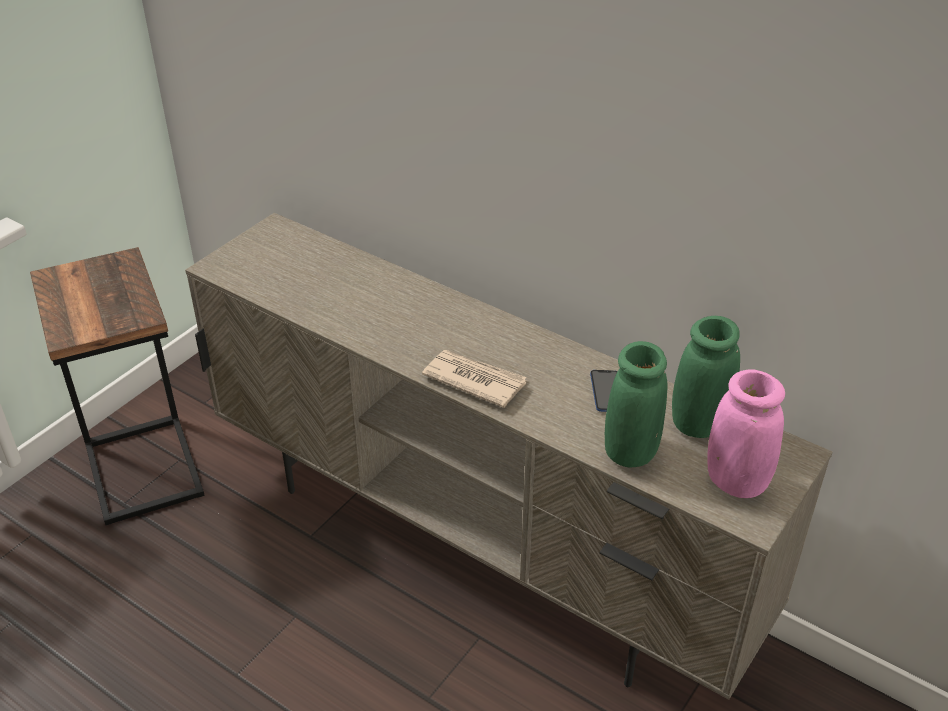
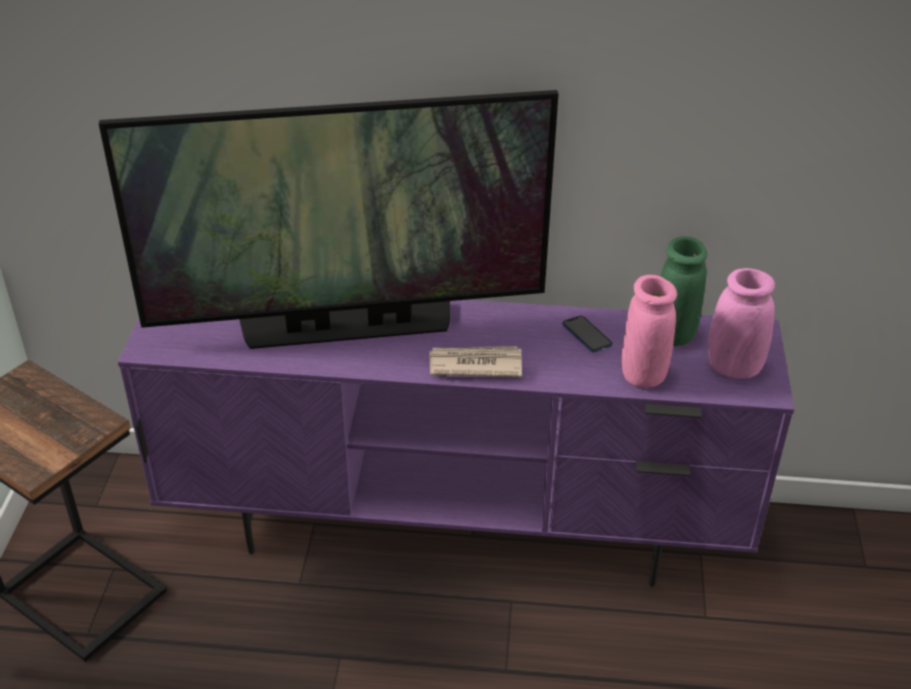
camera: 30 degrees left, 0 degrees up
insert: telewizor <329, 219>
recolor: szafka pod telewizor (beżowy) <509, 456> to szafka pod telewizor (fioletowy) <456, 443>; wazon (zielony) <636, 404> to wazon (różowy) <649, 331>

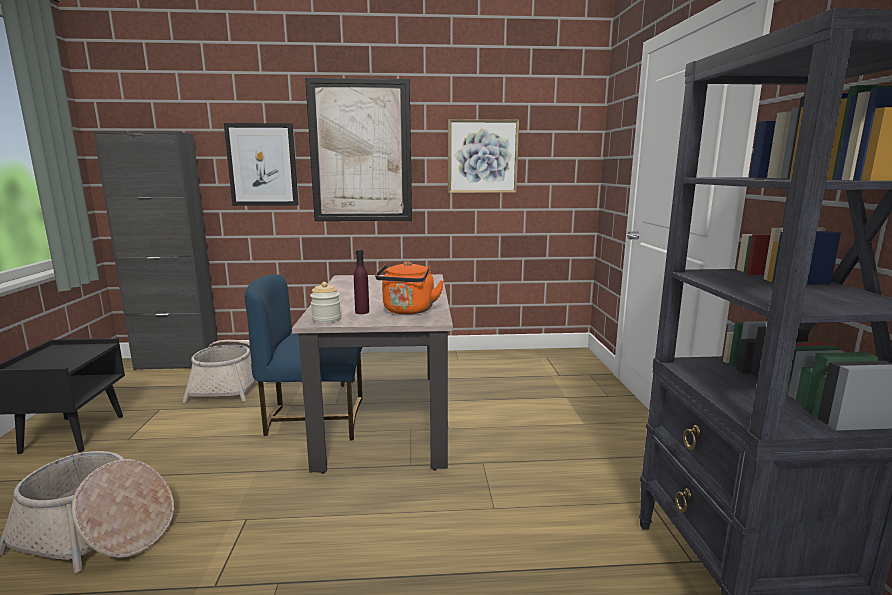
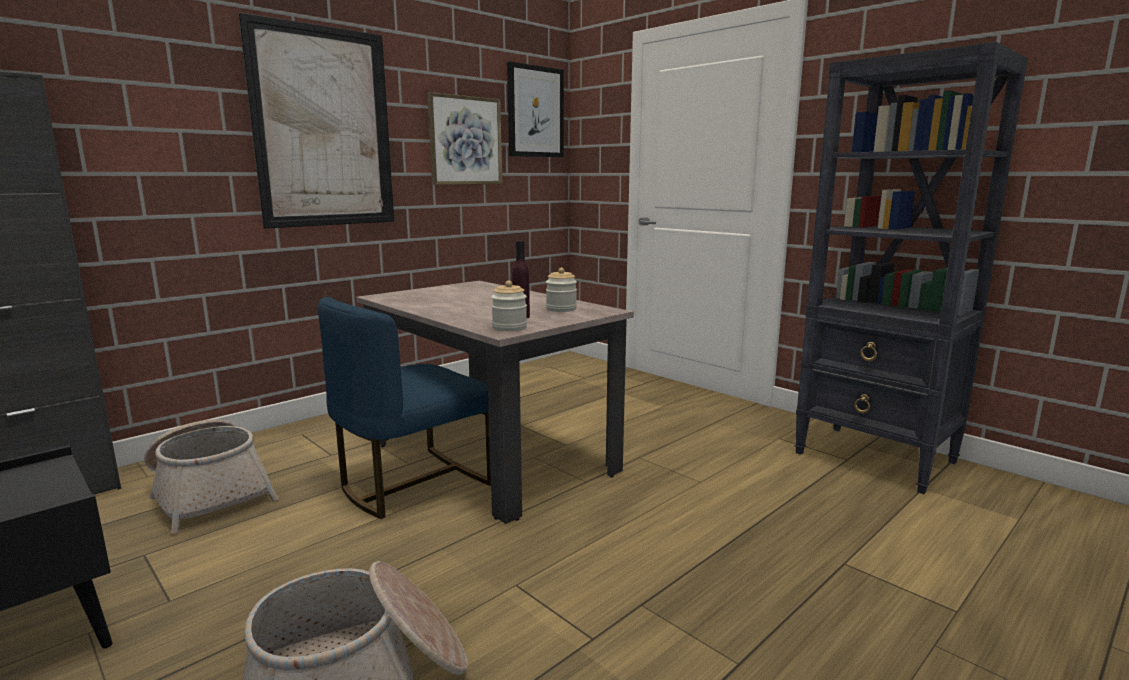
camera: 40 degrees left, 0 degrees up
move: obraz <261, 164> to <535, 109>
replace: czajnik (pomarańczowy) <409, 288> to słoik <561, 290>

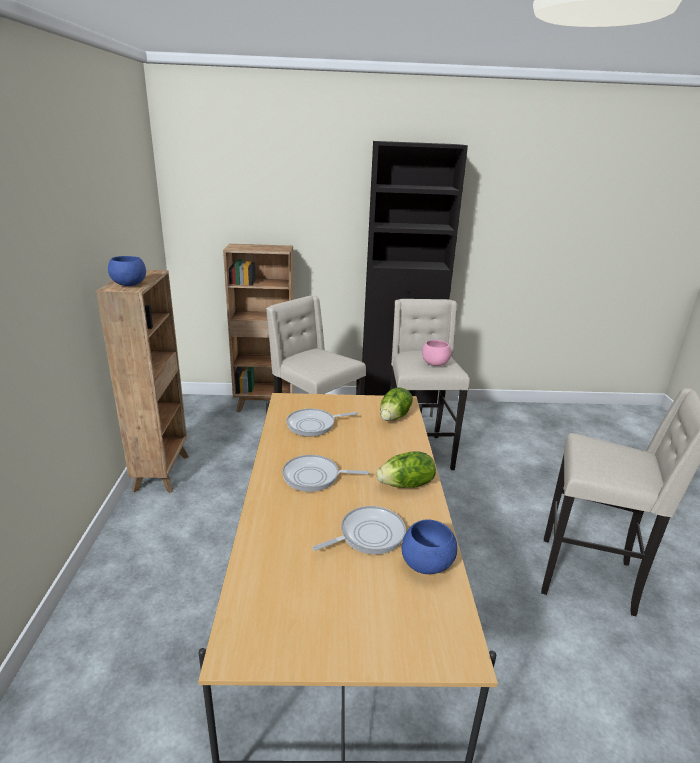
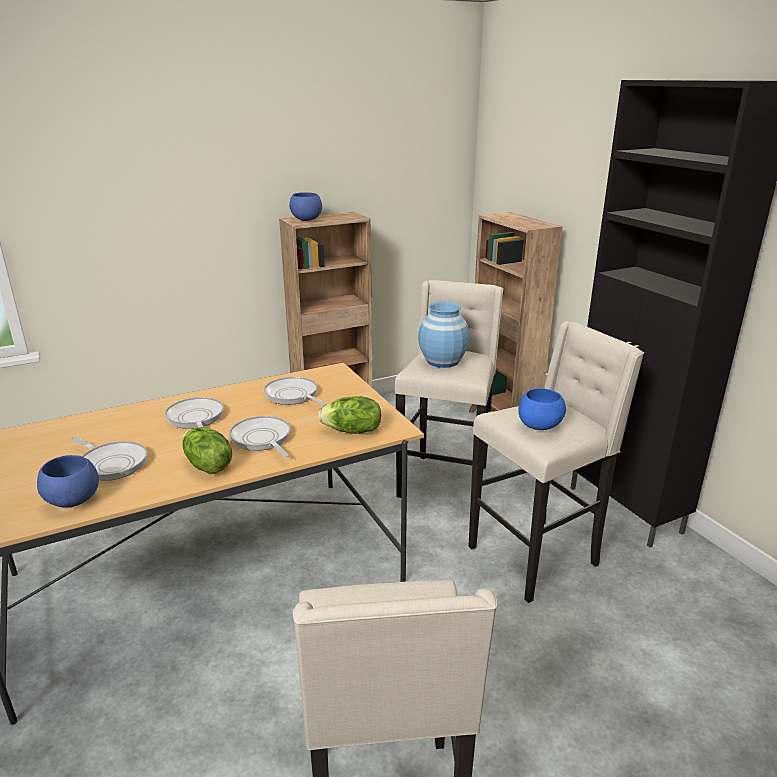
camera: 65 degrees right, 0 degrees up
insert: patelnia <260, 437>; wazon (niebieski) <443, 335>
recolor: miska (różowy) <436, 353> to miska (niebieski) <542, 409>

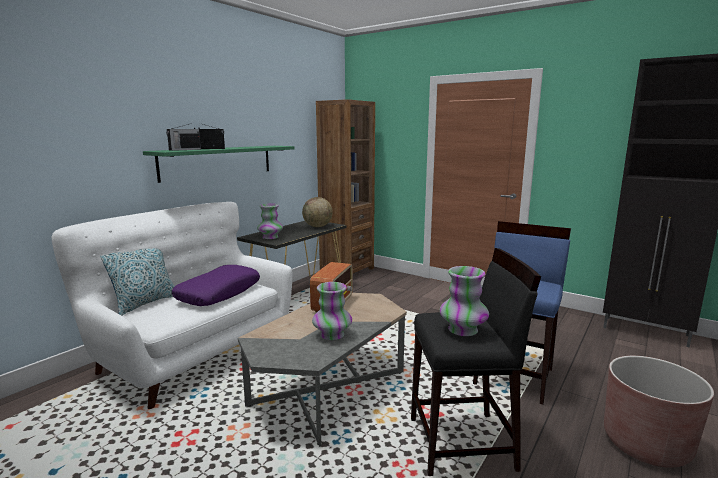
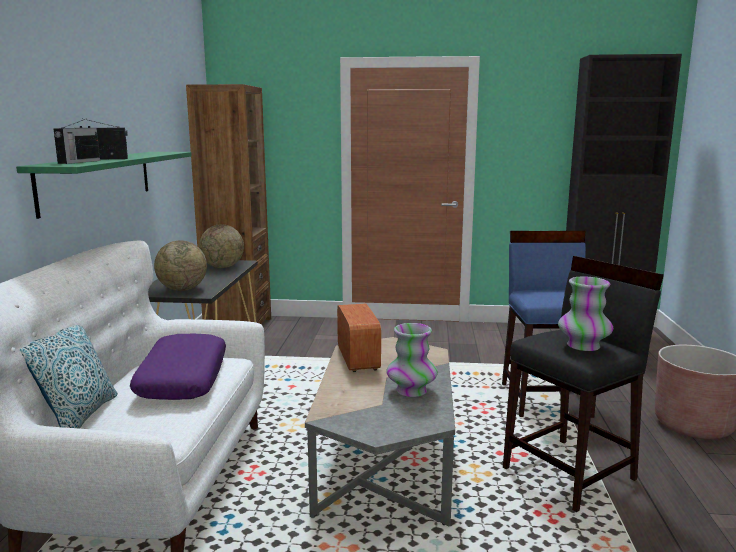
camera: 30 degrees left, 0 degrees up
replace: wazon <270, 221> to globus <180, 265>

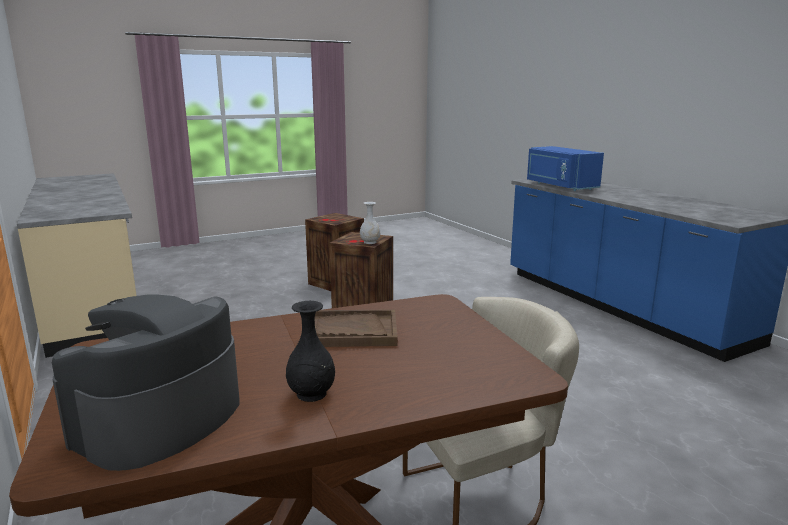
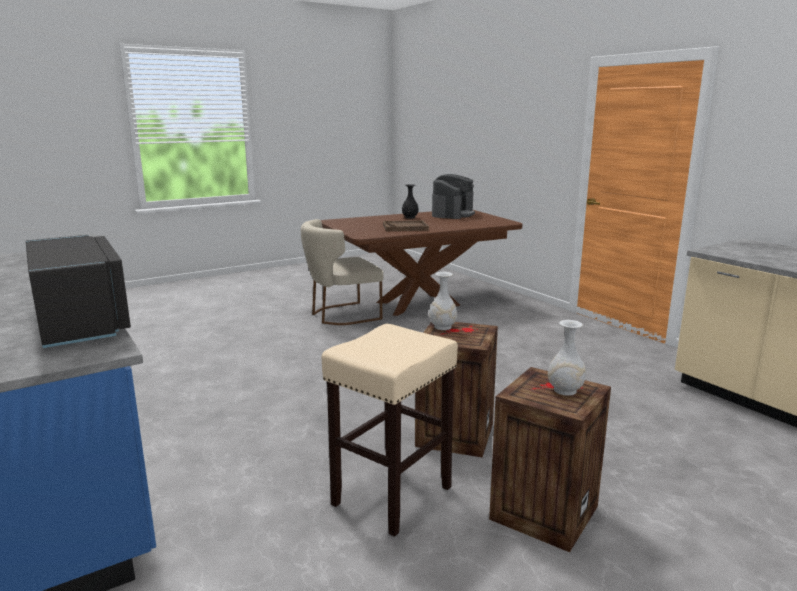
camera: 175 degrees right, 0 degrees up
insert: stołek (beżowy) <389, 430>; wazon (biały) <567, 358>
recolor: mikrofalówka (niebieski) <565, 168> to mikrofalówka (czarny) <78, 291>

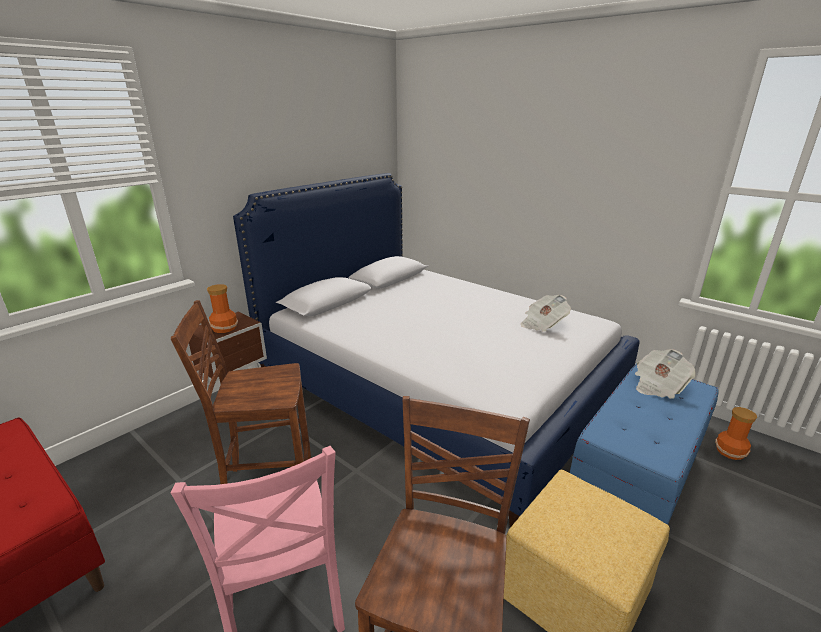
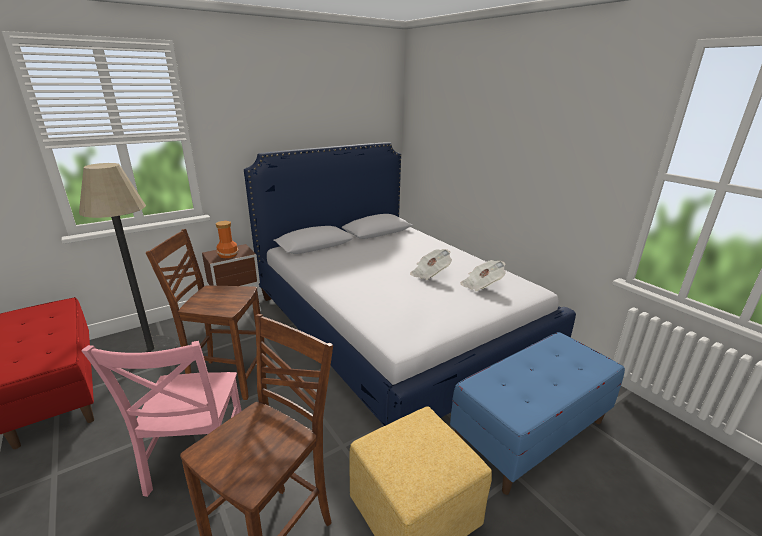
camera: 15 degrees right, 0 degrees up
delete: wazon <736, 433>
insert: lampa stojąca <128, 258>
move: gazeta <665, 374> to <431, 264>

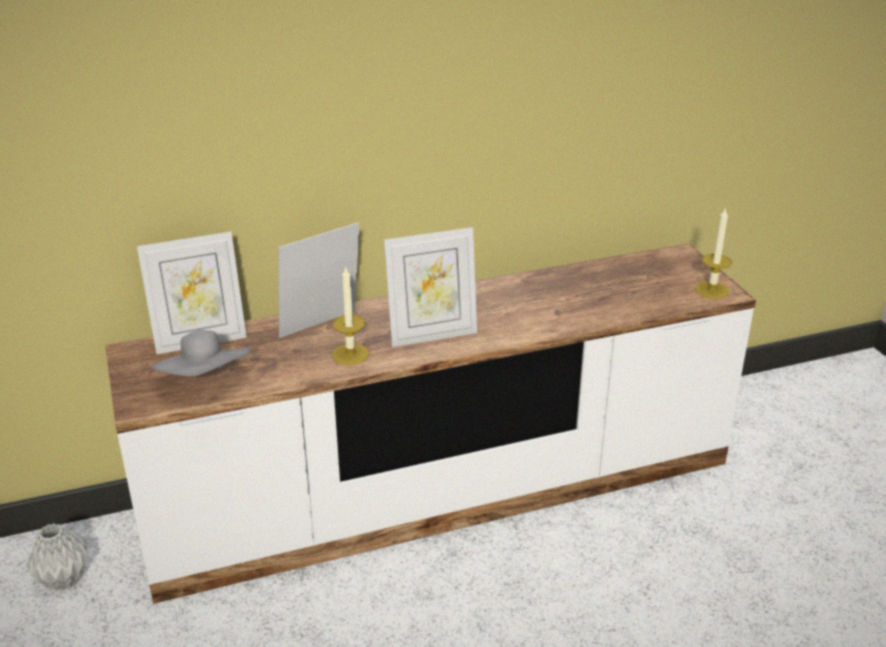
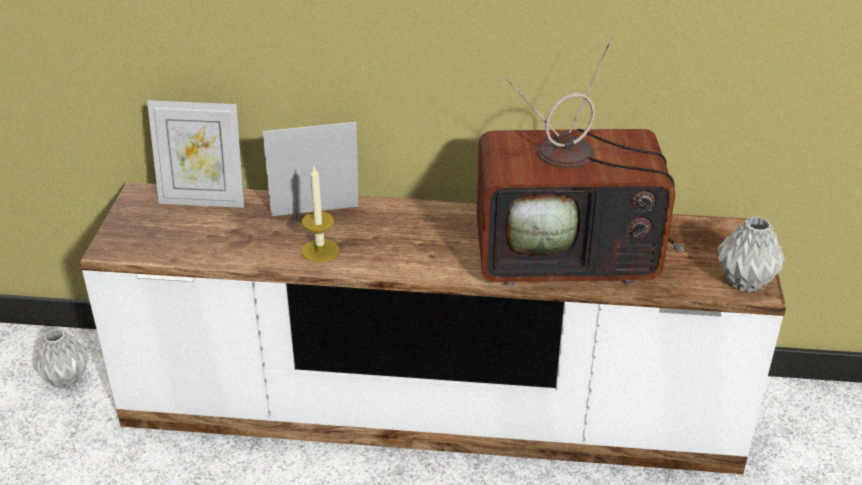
camera: 25 degrees right, 5 degrees up
delete: kapelusz (szary) <201, 353>; ramka na zdjęcie <430, 287>
insert: telewizor <580, 161>
replace: świeca <713, 253> to wazon (szary) <751, 254>

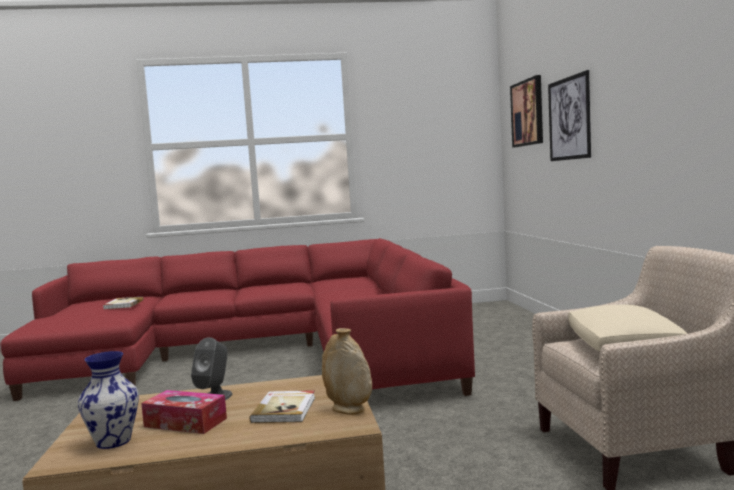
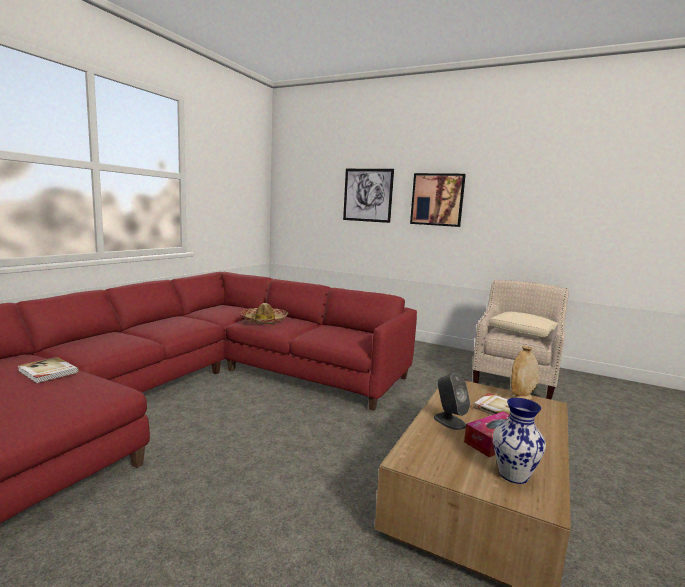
camera: 55 degrees left, 5 degrees up
insert: kapelusz <264, 313>
move: obraz <526, 111> to <438, 200>

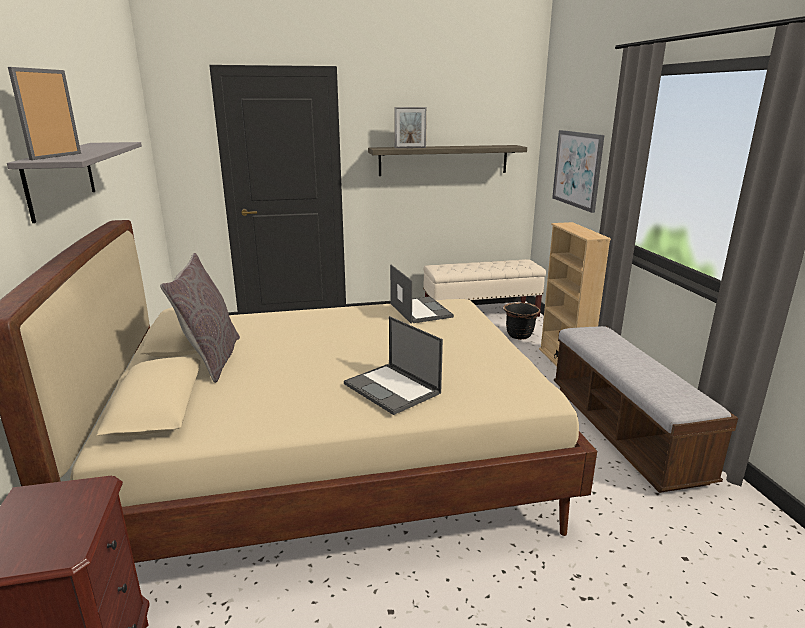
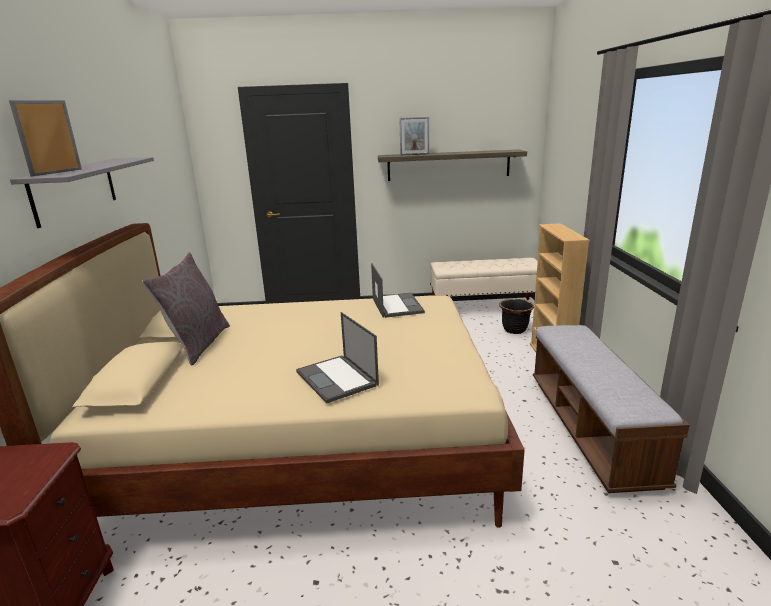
camera: 10 degrees right, 0 degrees up
delete: obraz <578, 171>

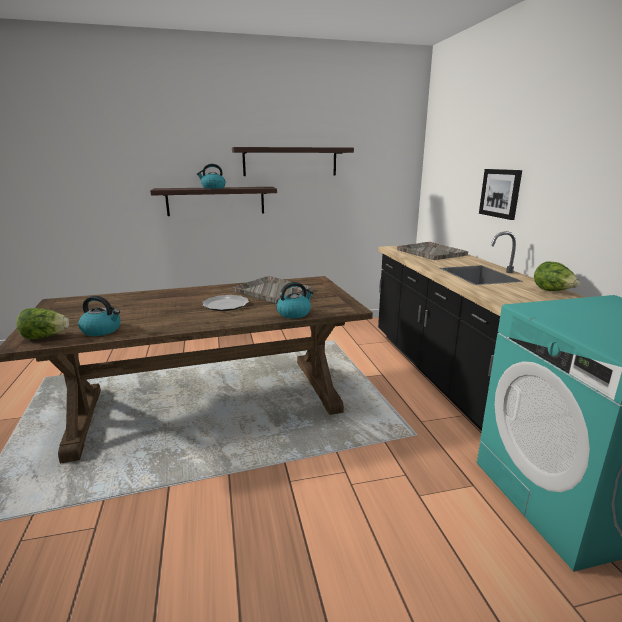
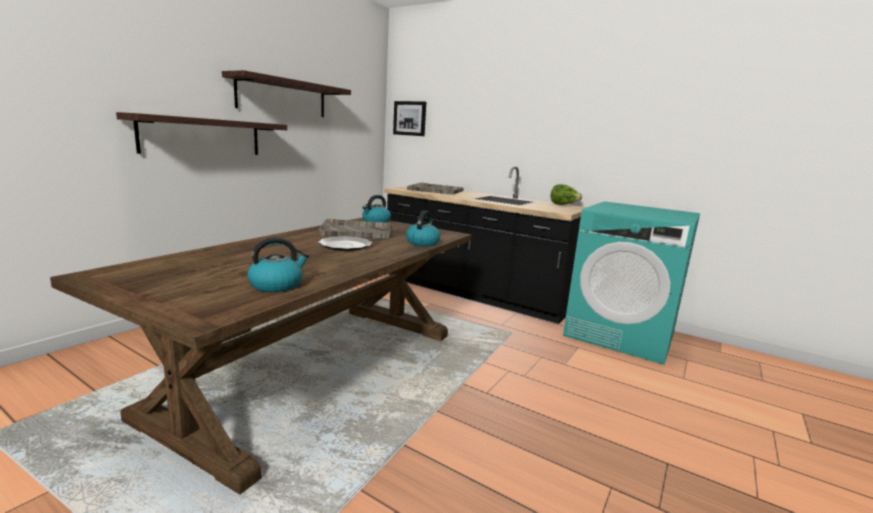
camera: 45 degrees left, 5 degrees down
delete: sałata <43, 323>
move: czajnik <211, 176> to <376, 209>; obraz <500, 194> to <409, 118>

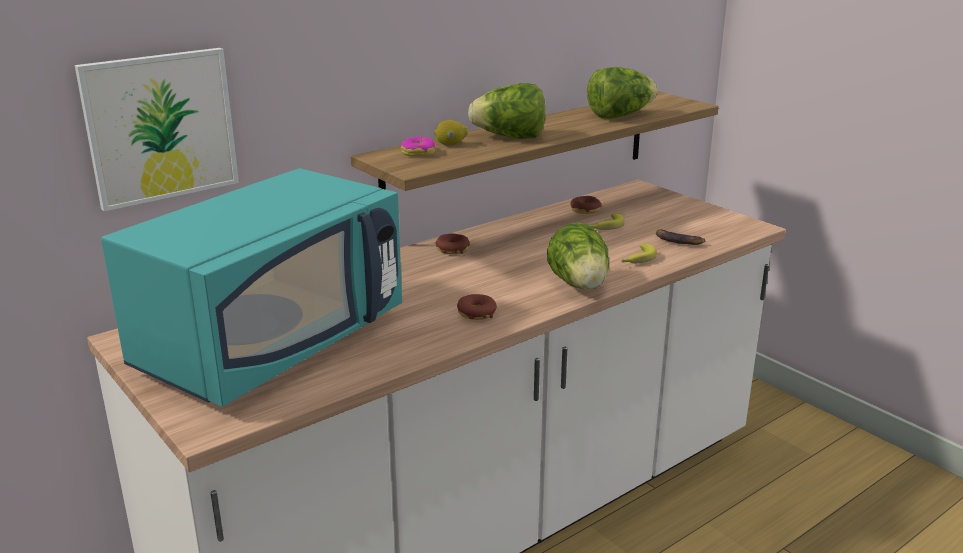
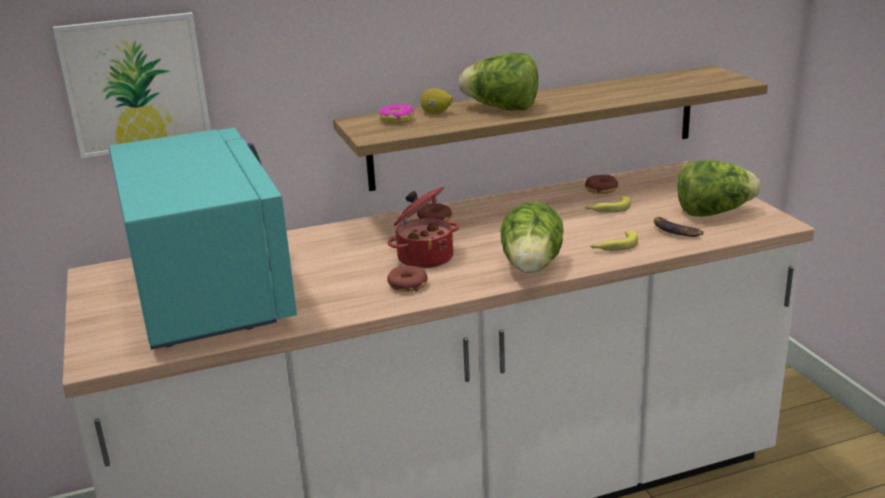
camera: 20 degrees right, 0 degrees up
insert: garnek <423, 228>
move: sałata <622, 93> to <719, 188>
rotate: mikrofalówka (turkusowy) <251, 287> = <203, 238> 75 degrees counterclockwise

